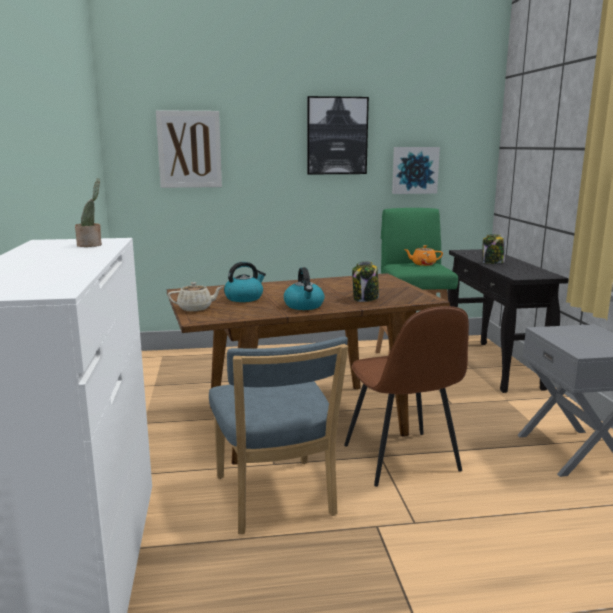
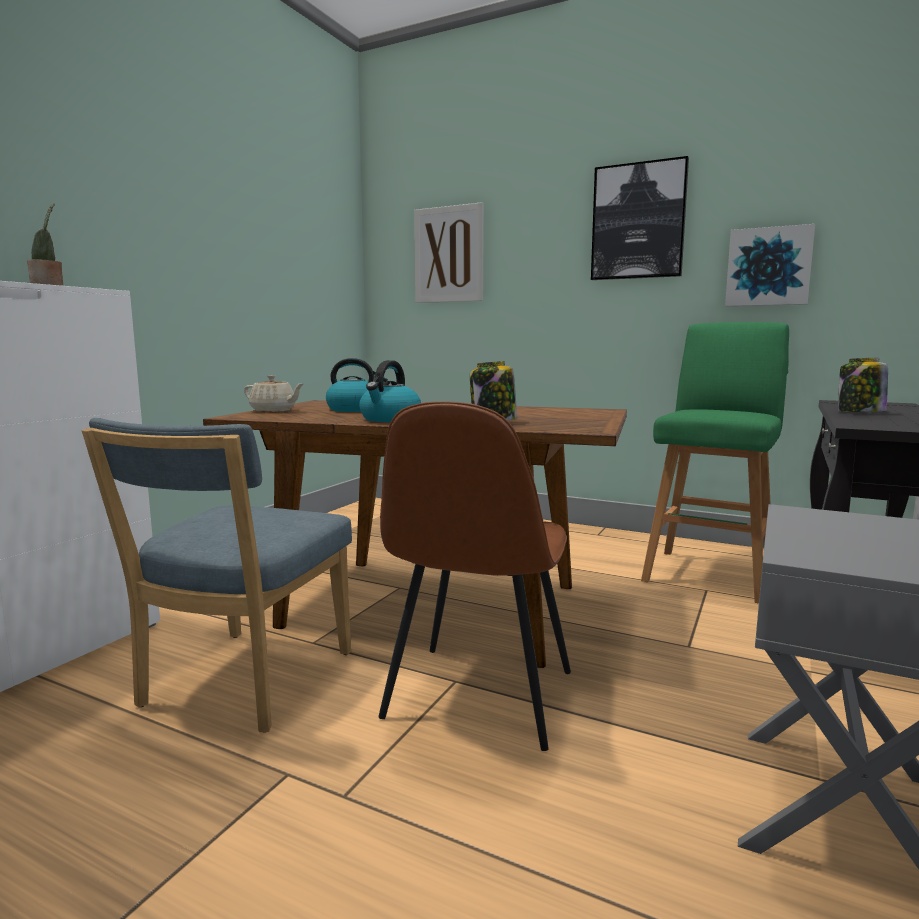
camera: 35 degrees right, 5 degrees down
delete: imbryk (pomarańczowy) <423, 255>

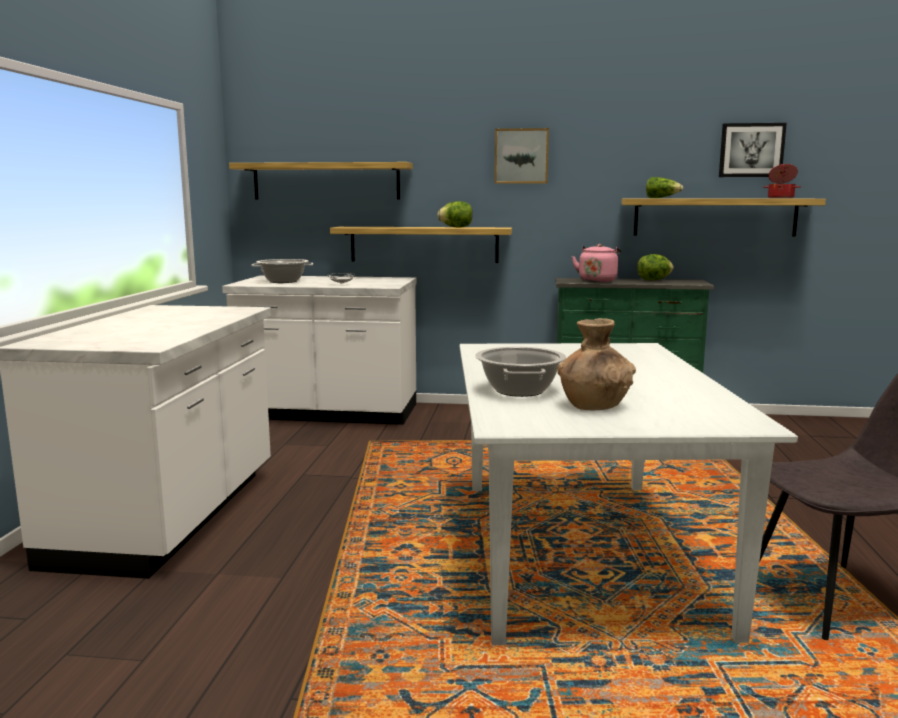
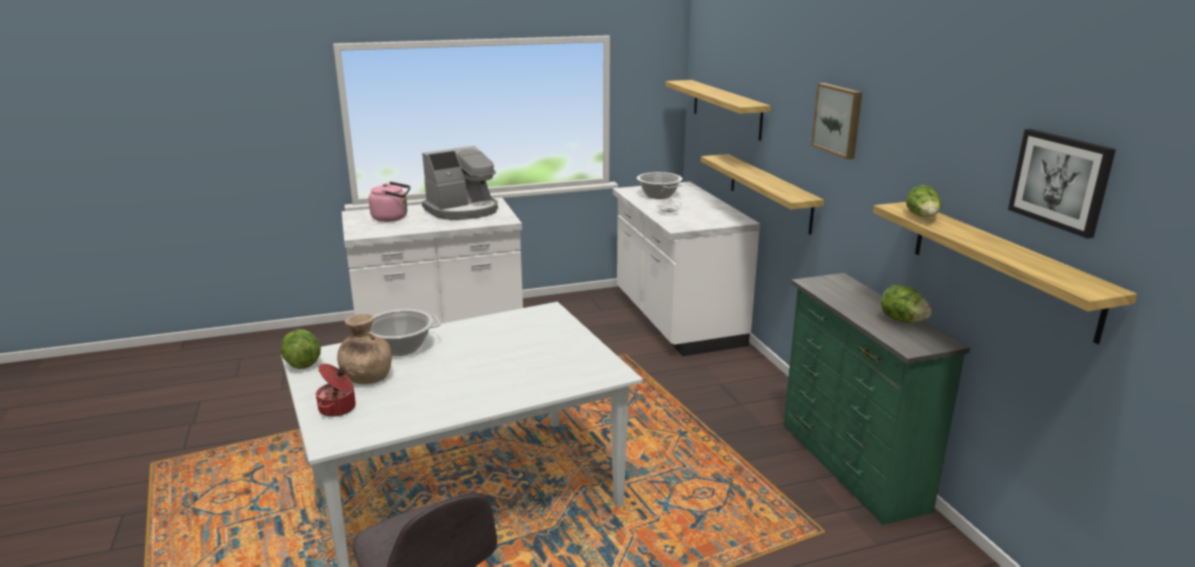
camera: 65 degrees right, 10 degrees up
insert: ekspres do kawy <460, 183>
move: sałata <454, 214> to <301, 349>; czajnik (różowy) <596, 263> to <389, 202>; garnek <782, 181> to <335, 390>

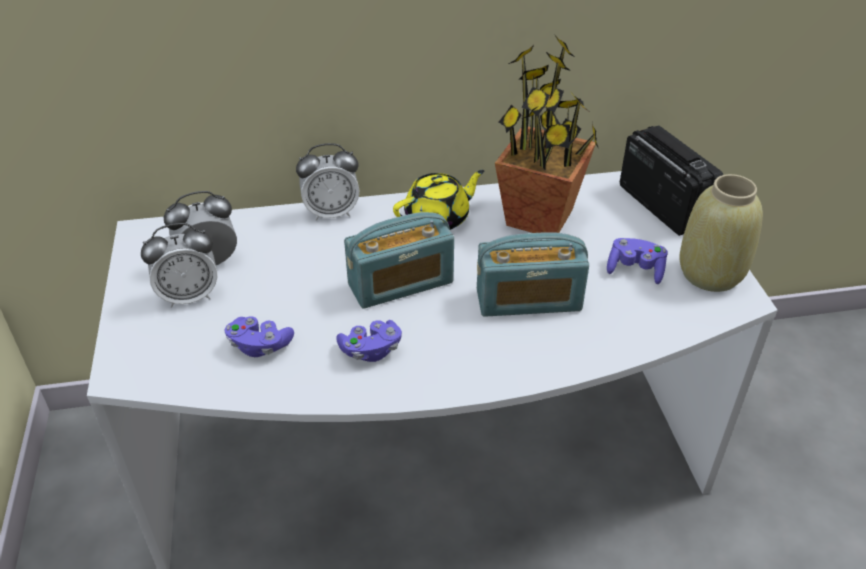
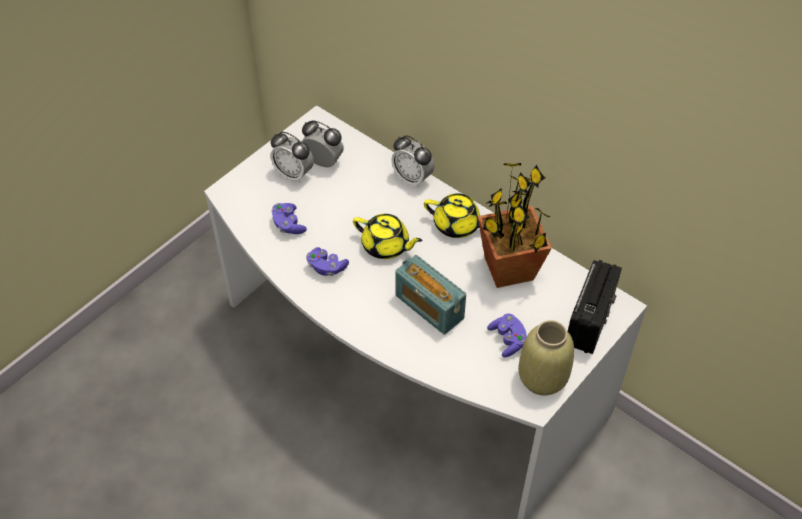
camera: 50 degrees right, 10 degrees up
replace: radio <399, 260> to imbryk (żółty) <387, 236>

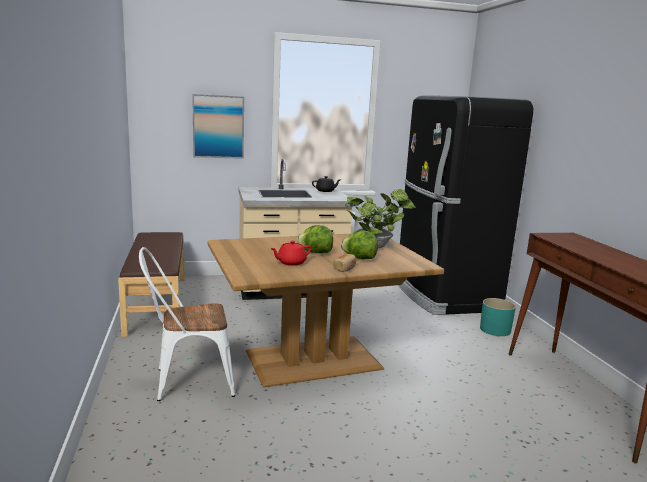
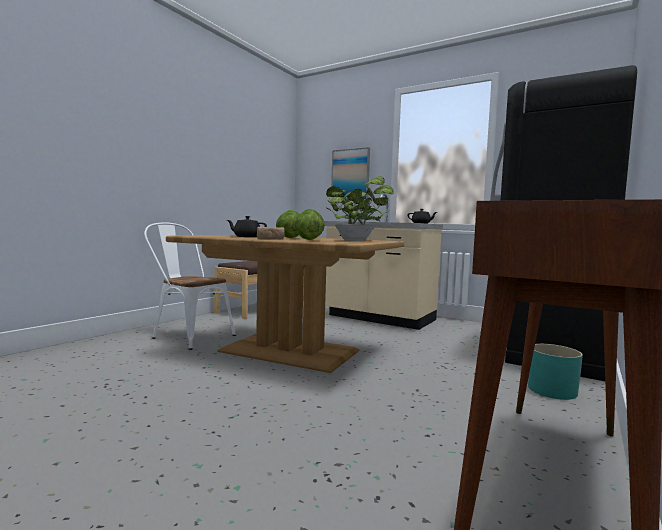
camera: 45 degrees right, 10 degrees down
recolor: imbryk (czerwony) <290, 253> to imbryk (czarny) <247, 226>

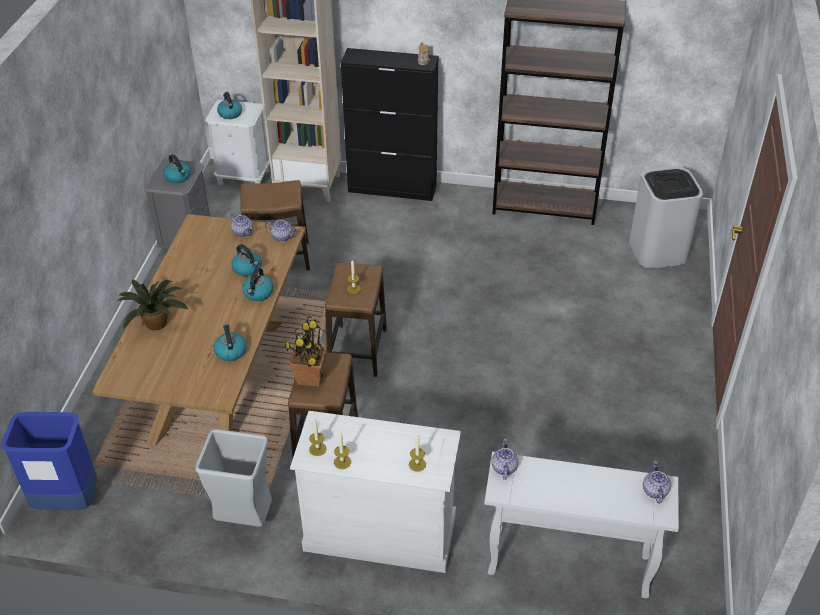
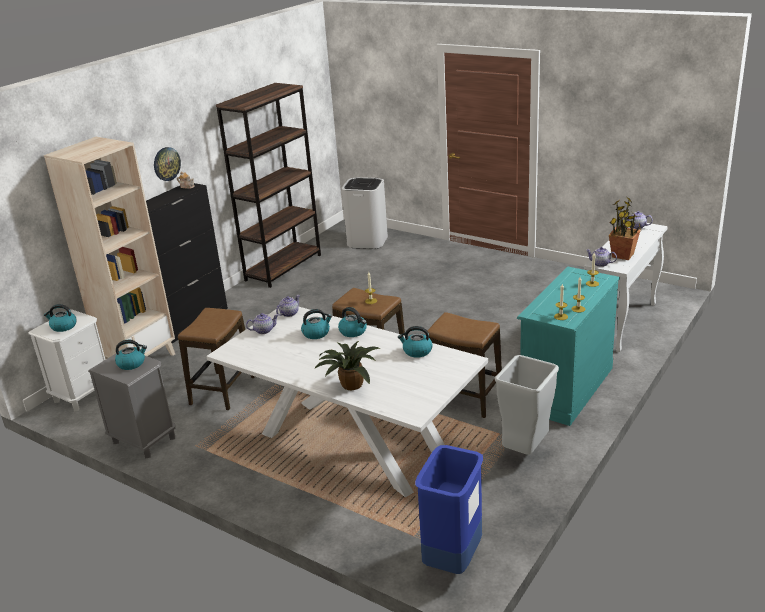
camera: 65 degrees left, 15 degrees down
insert: zegar ścienny <167, 164>
move: roślina doniczkowa <306, 351> to <625, 228>
recolor: stół jadalny (brązowy) <199, 330> to stół jadalny (biały) <347, 401>; komoda (biały) <375, 492> to komoda (turkusowy) <568, 346>

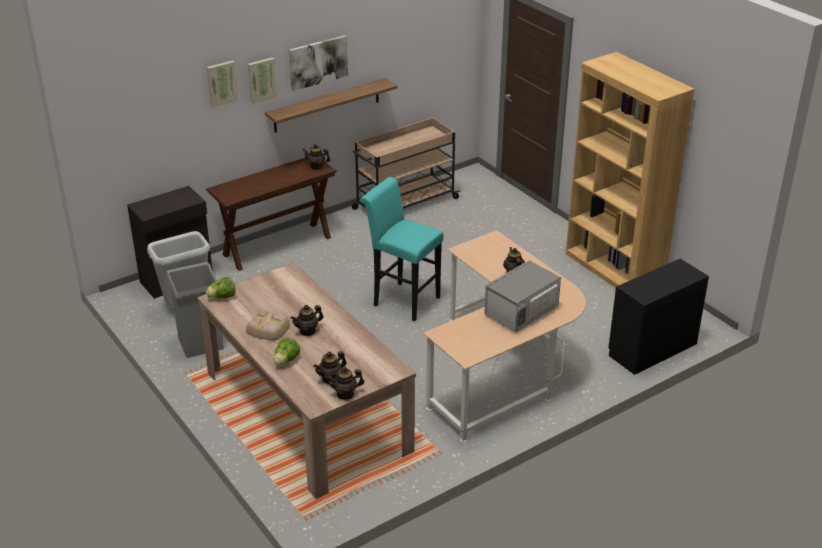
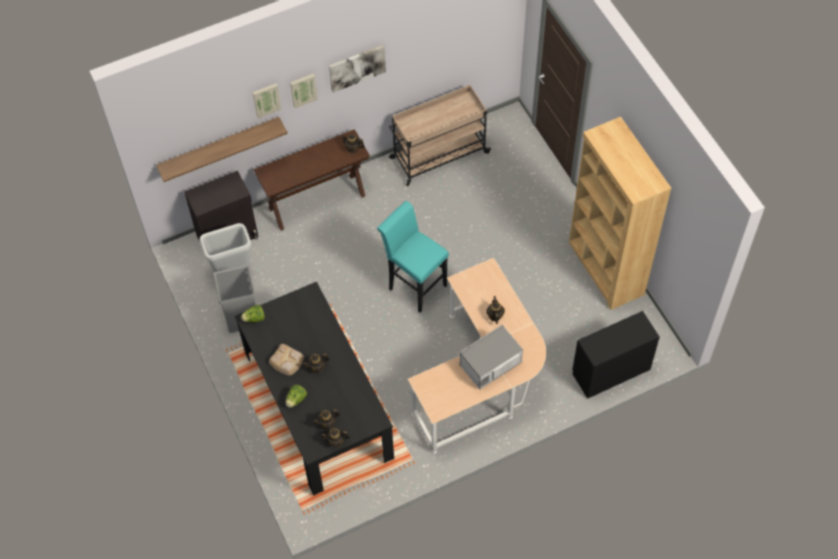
camera: 10 degrees right, 25 degrees up
move: półka <331, 105> to <222, 149>
recolor: stół jadalny (beżowy) <306, 381> to stół jadalny (czarny) <314, 389>

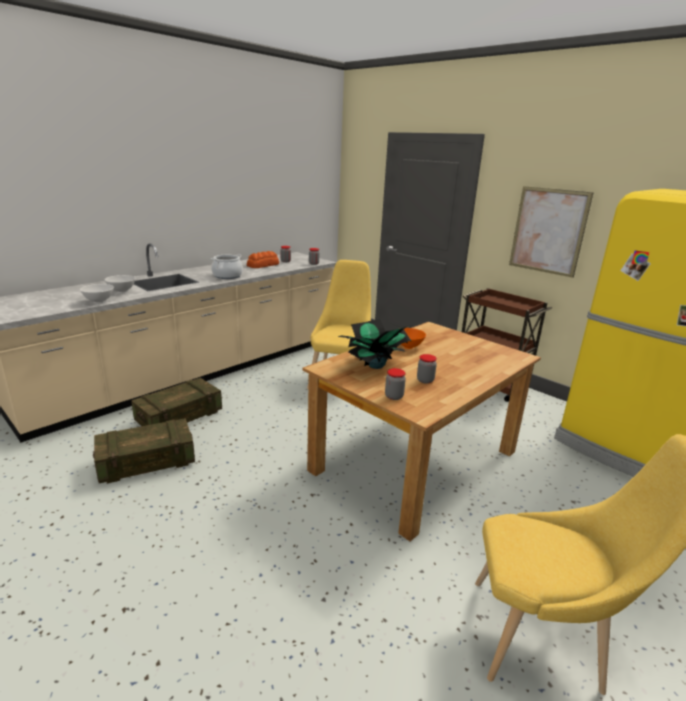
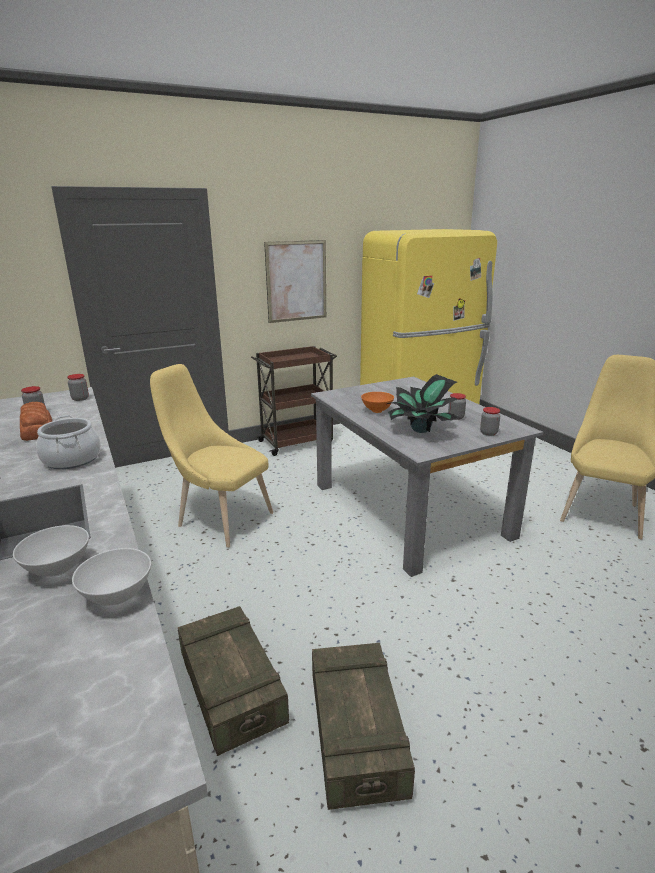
camera: 70 degrees left, 0 degrees up
recolor: stół jadalny (brązowy) <422, 431> to stół jadalny (szary) <427, 477>

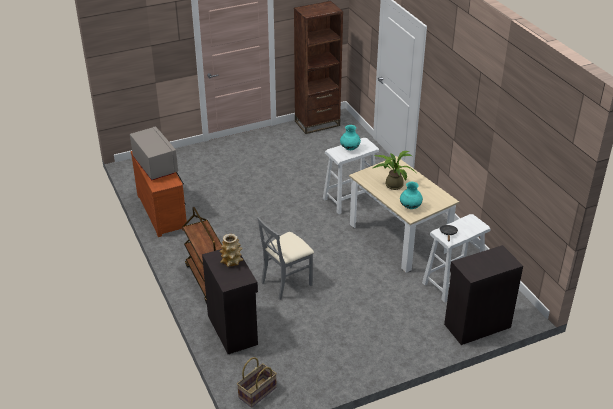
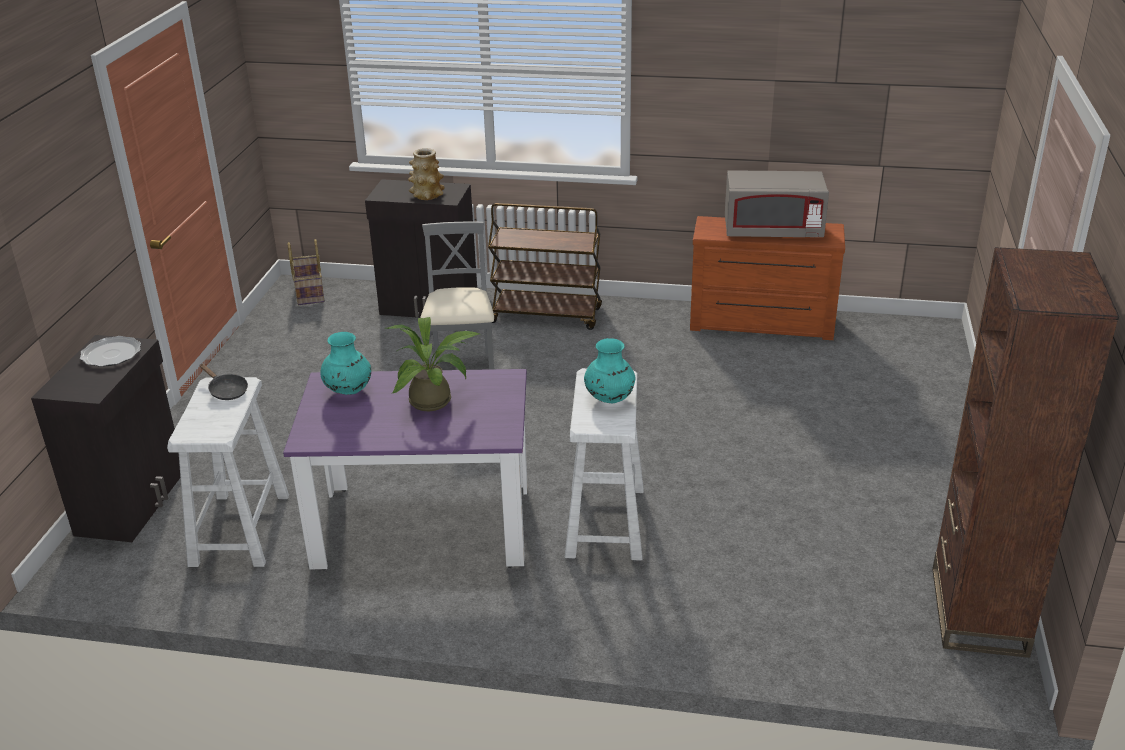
camera: 125 degrees right, 5 degrees down
insert: talerz <110, 351>
recolor: stół jadalny (beżowy) <404, 214> to stół jadalny (fioletowy) <405, 470>

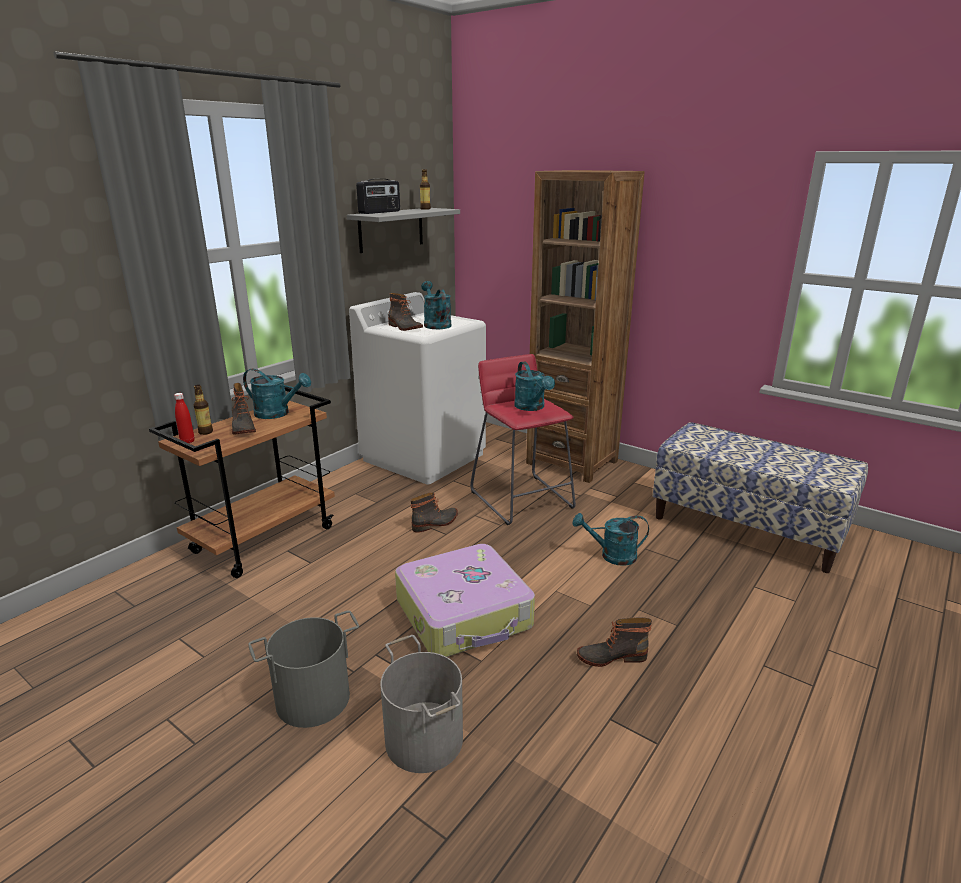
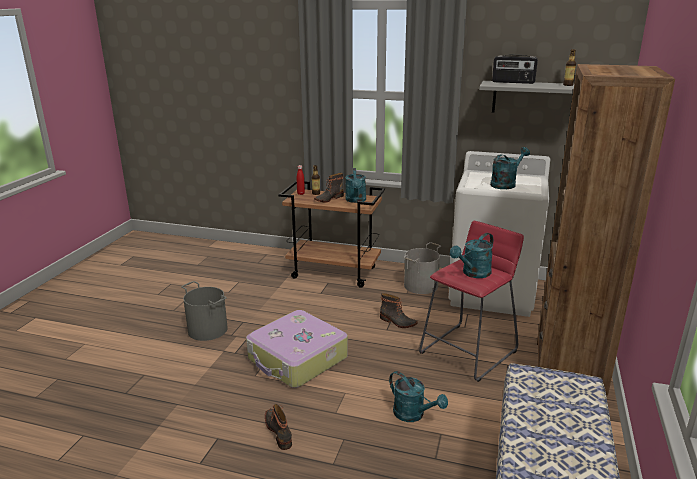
camera: 70 degrees right, 0 degrees up
delete: but z cholewką <405, 312>
move: wiadro (szary) <421, 704> to <422, 268>
rotate: konewka (turkusowy) <610, 539> = <418, 396> 150 degrees clockwise

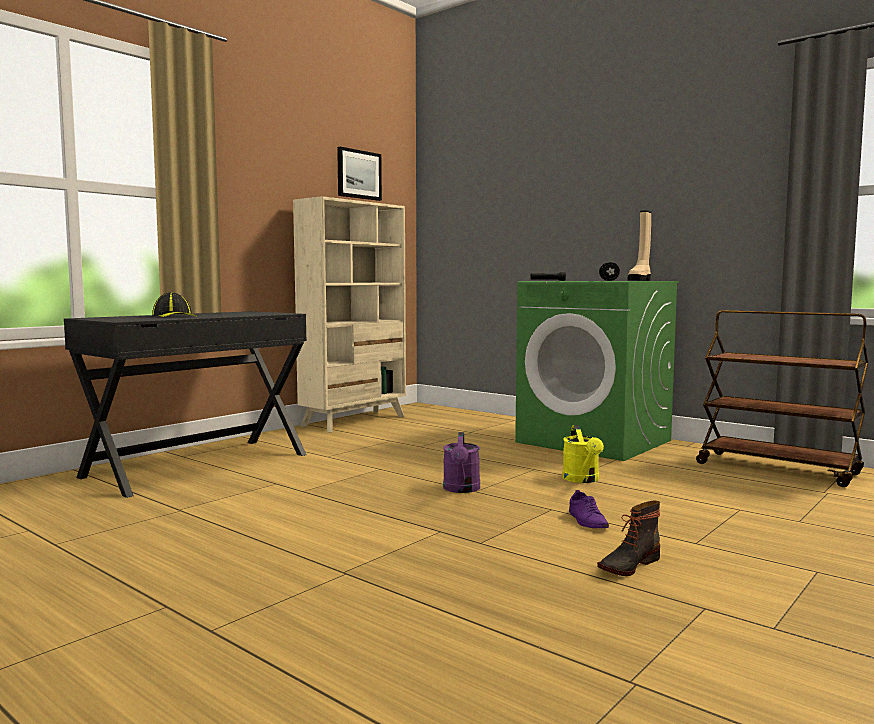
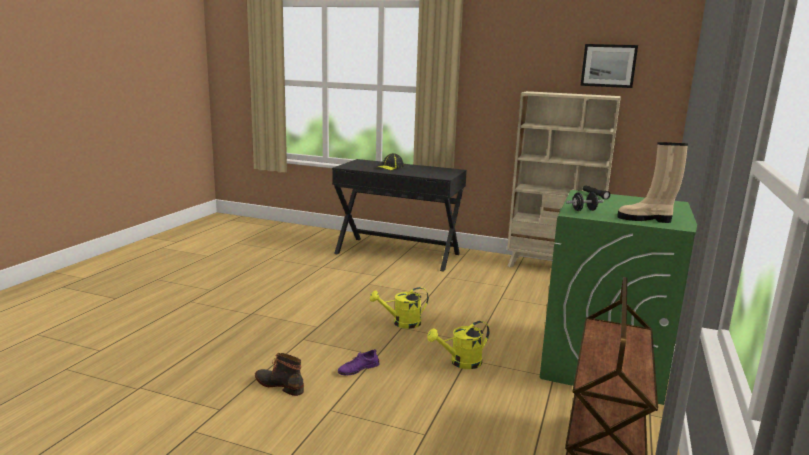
camera: 70 degrees right, 10 degrees up
recolor: konewka (fioletowy) <461, 462> to konewka (żółty) <399, 308>

